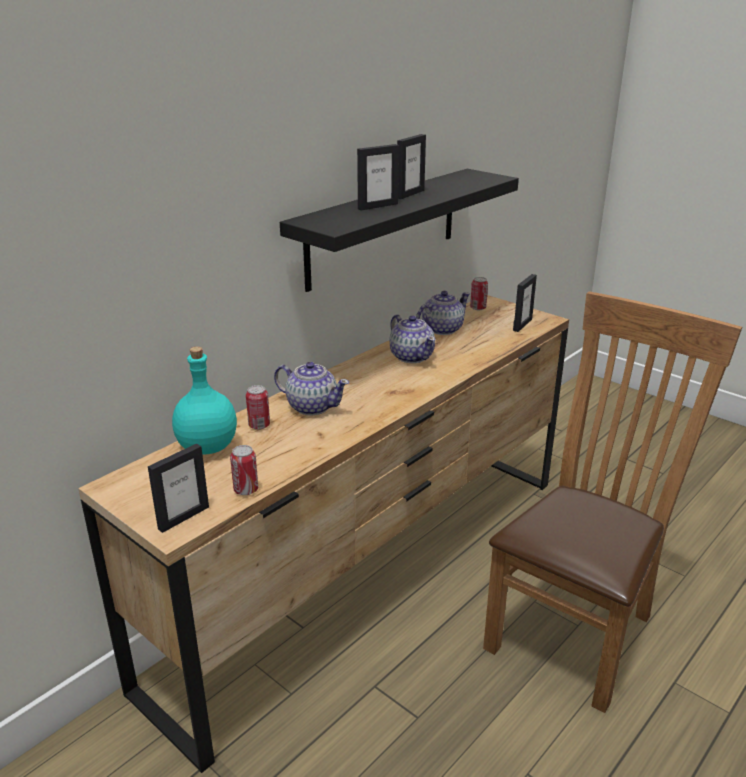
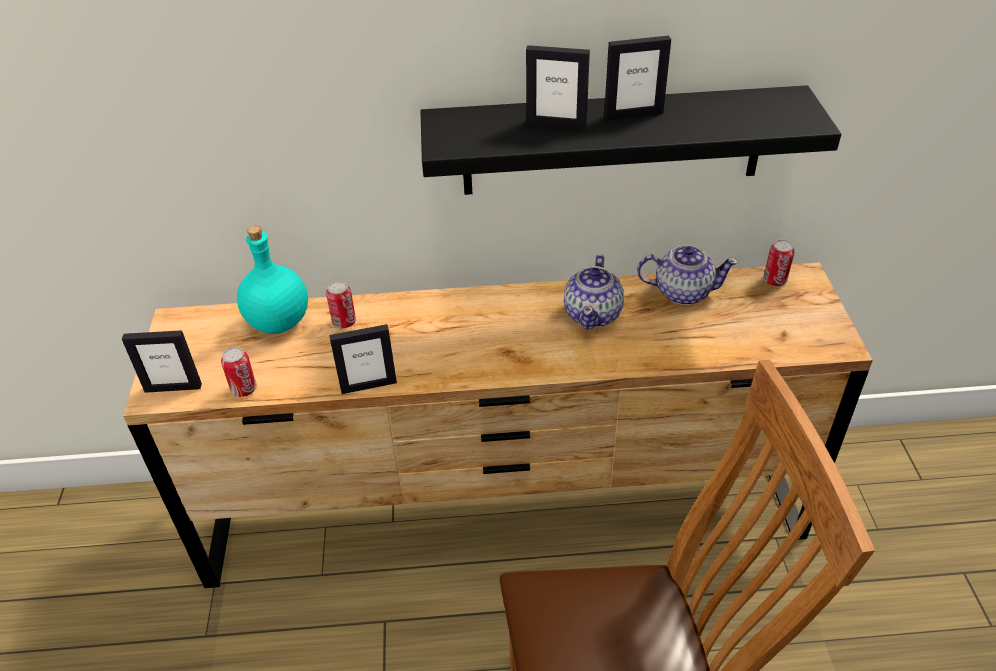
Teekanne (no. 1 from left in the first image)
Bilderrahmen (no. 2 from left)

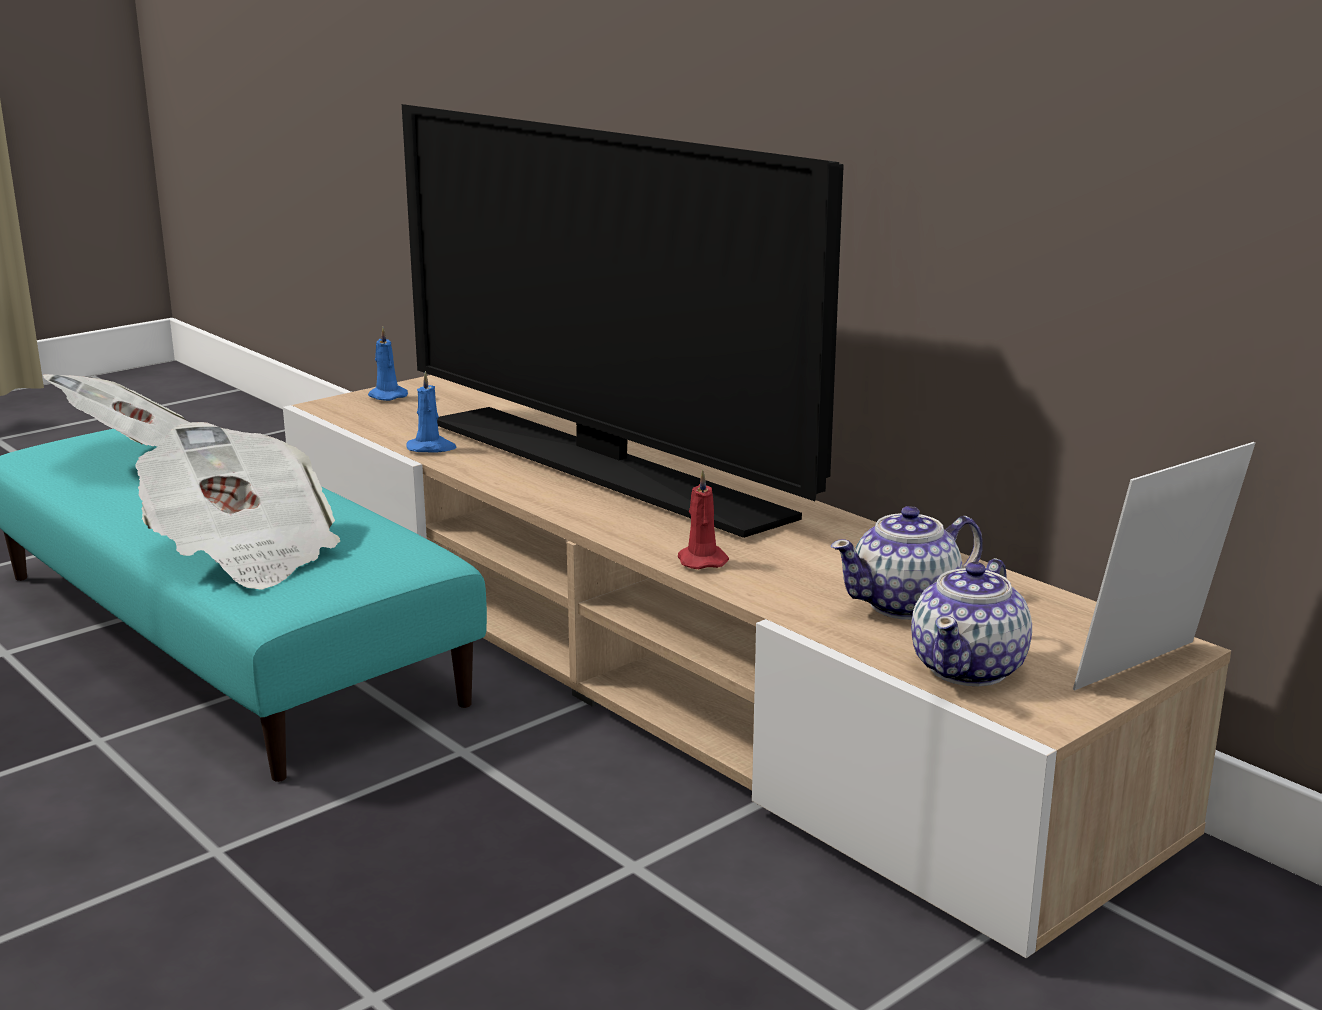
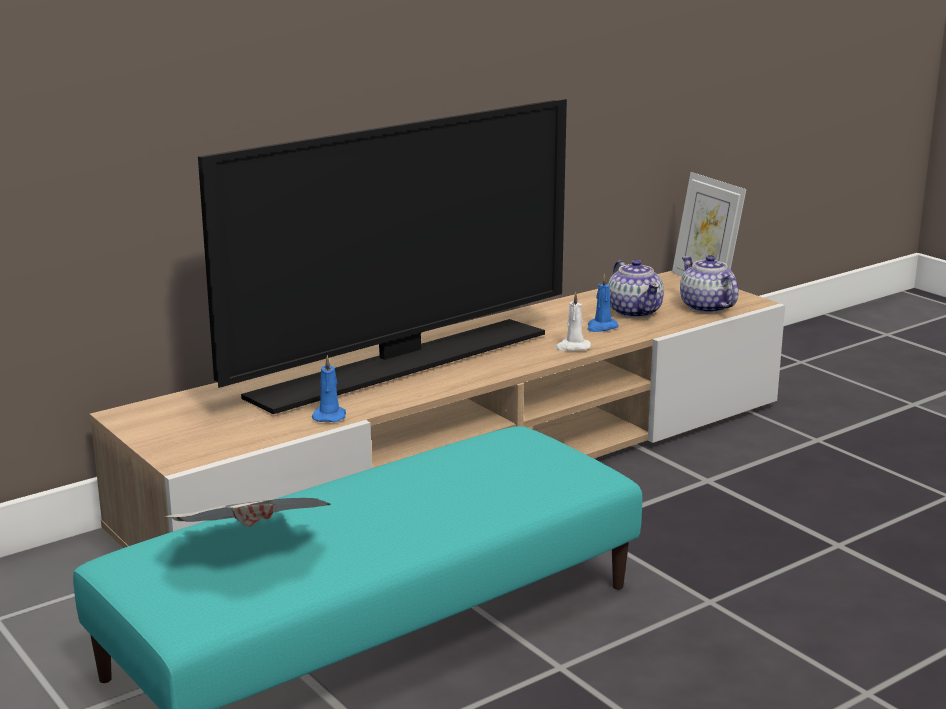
Zeitung (no. 2 from left in the first image)
Kerze (blau) (no. 2 from left)
Kerze (weiß)
Teekanne (no. 2 from left)

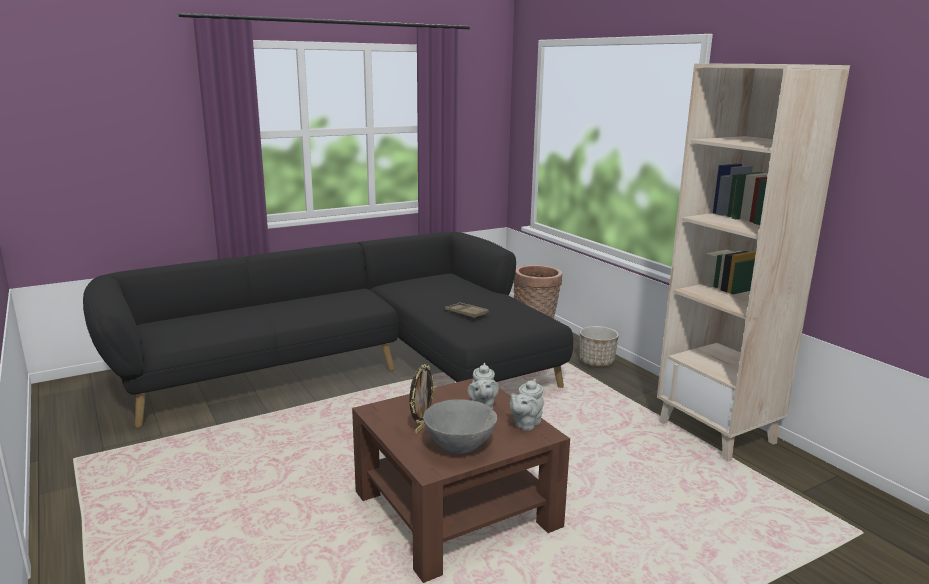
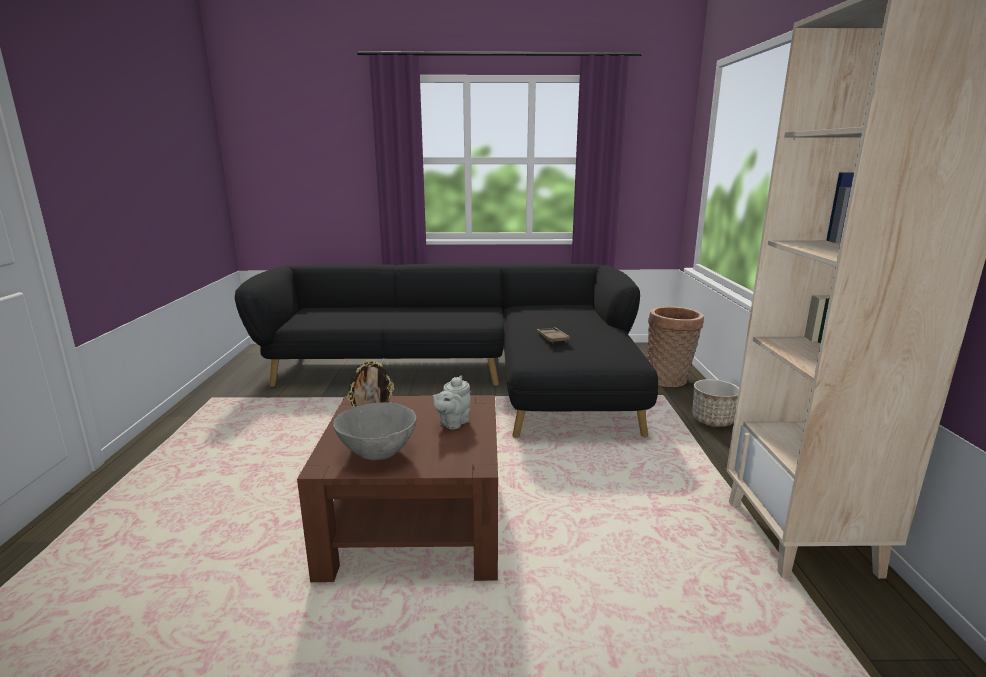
Teekanne (grau) (no. 2 from left in the first image)

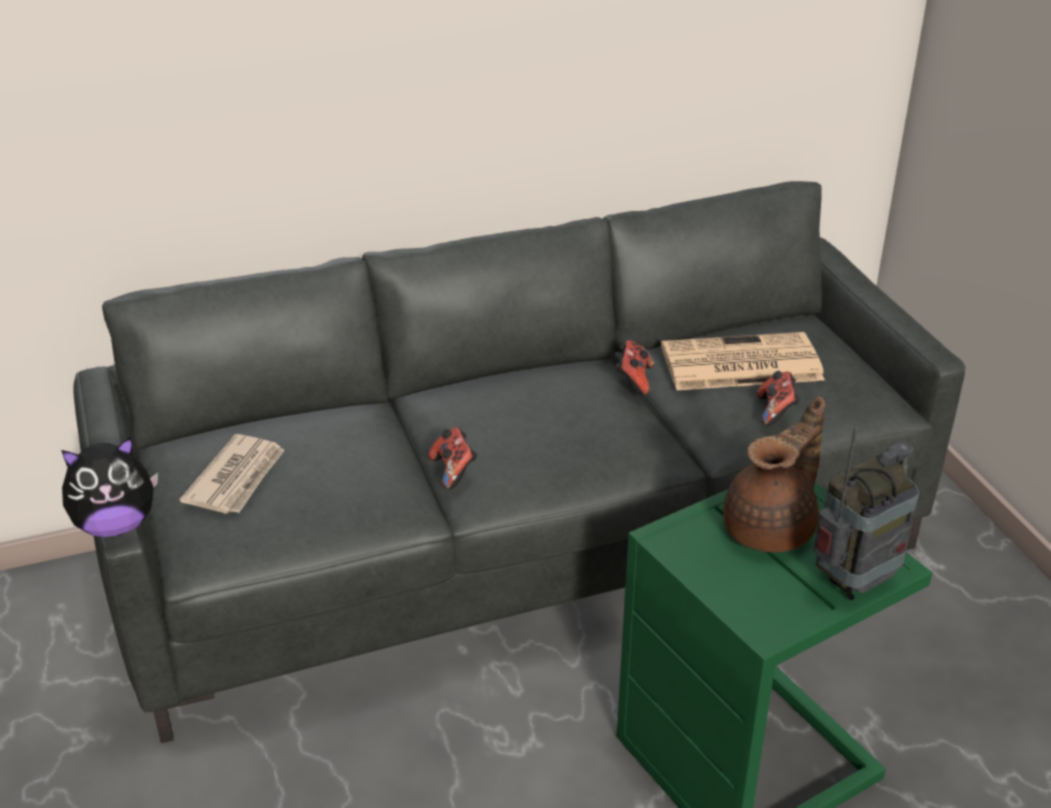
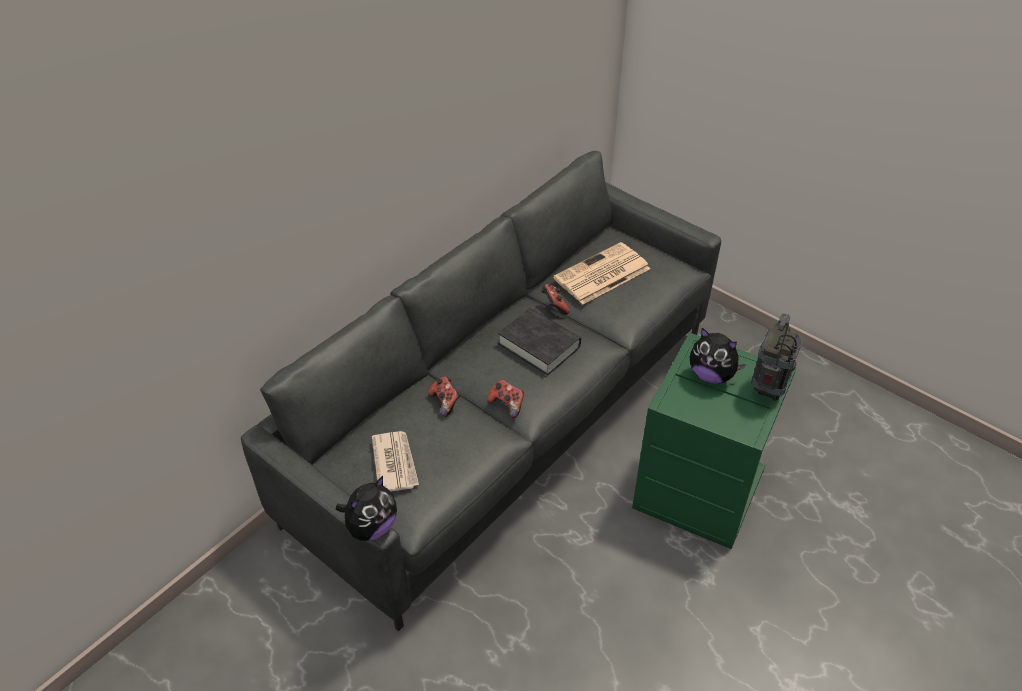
Buch (schwarz)
Gamepad (no. 1 from left)
Plüschtier (no. 2 from left)

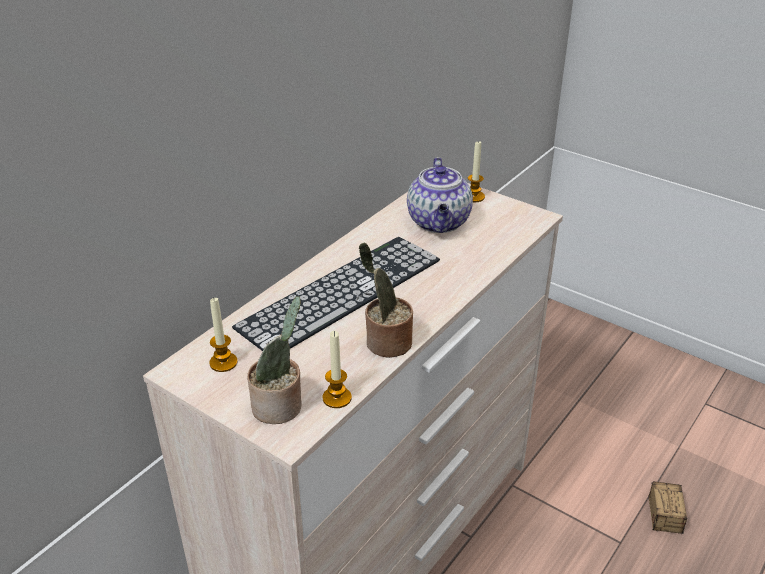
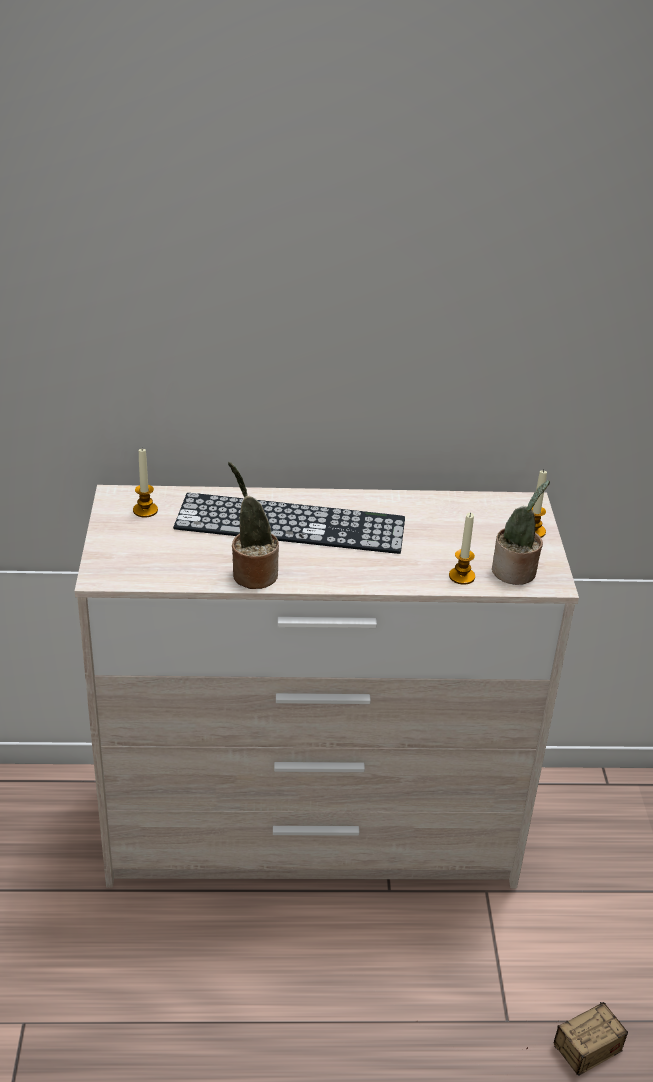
Teekanne
Topfpflanze (no. 2 from left)
Kerze (no. 2 from left)

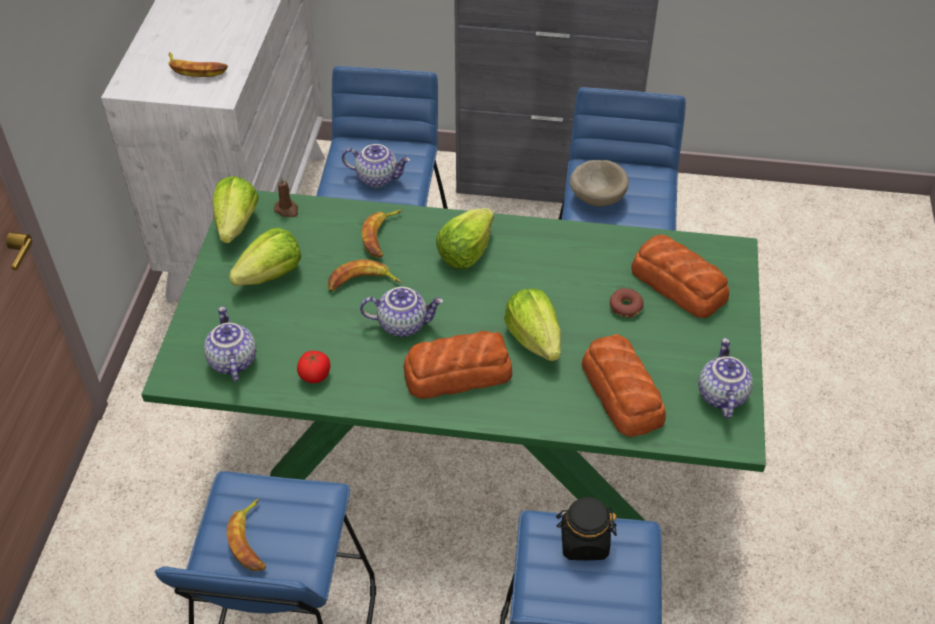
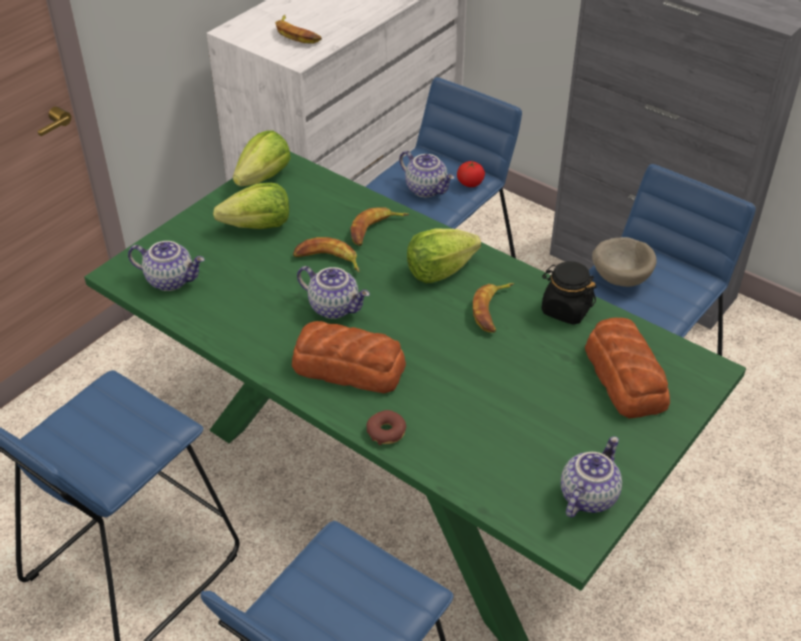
Kerze (braun)
Salatkopf (no. 4 from left in the first image)
Brot (no. 2 from left in the first image)
Banane (no. 4 from left)
Tomate
Vorratsglas (schwarz)
Donut
Teekanne (no. 1 from left)

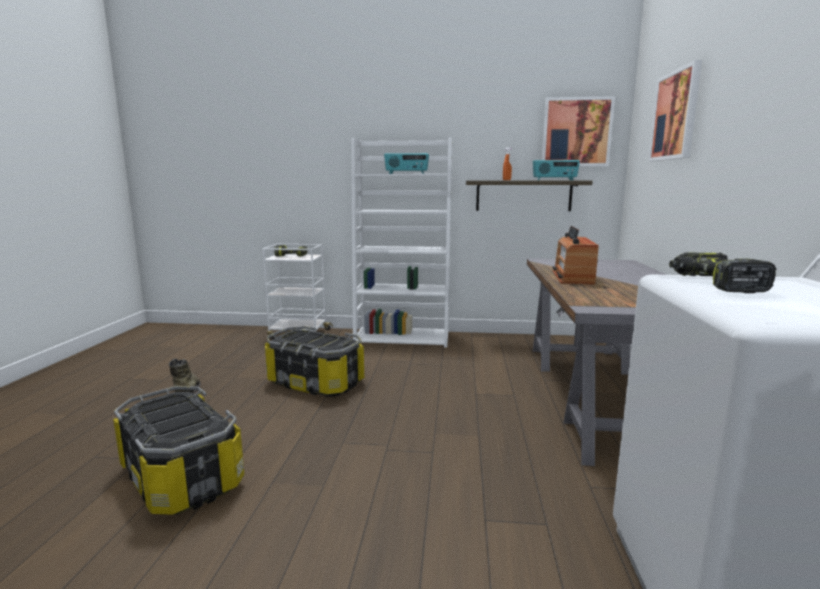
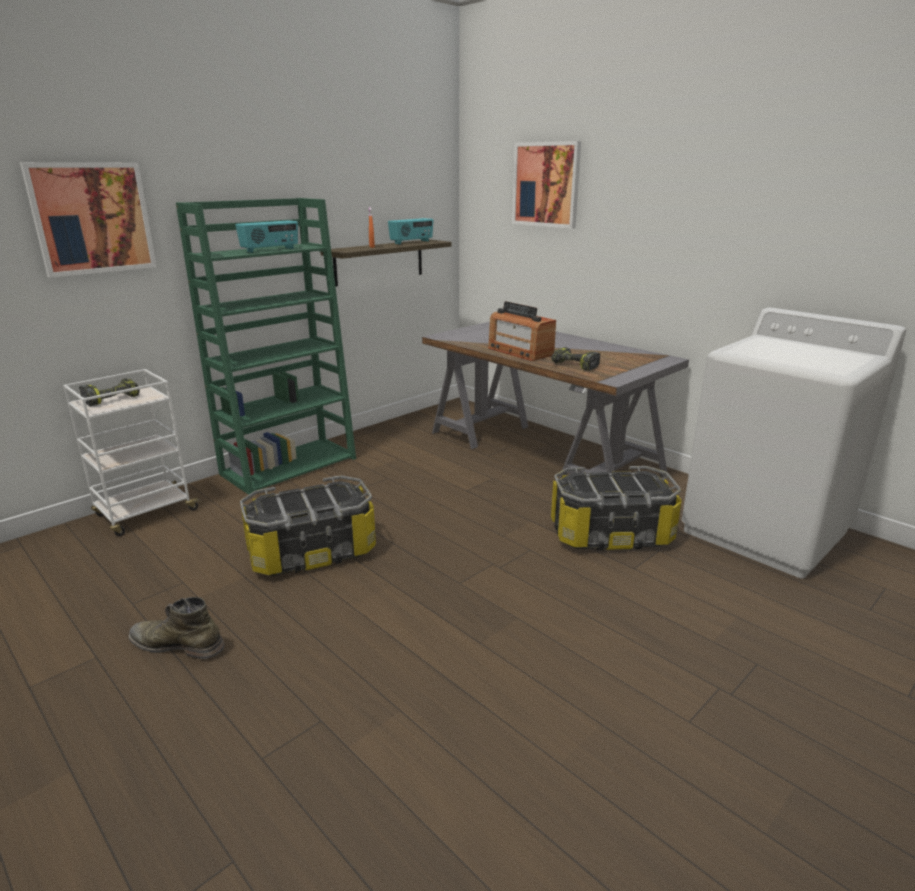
Aufbewahrungsbox (no. 2 from left)
Bild (no. 1 from left)
Bohrmaschine (no. 2 from left)
Bücherregal (grün)

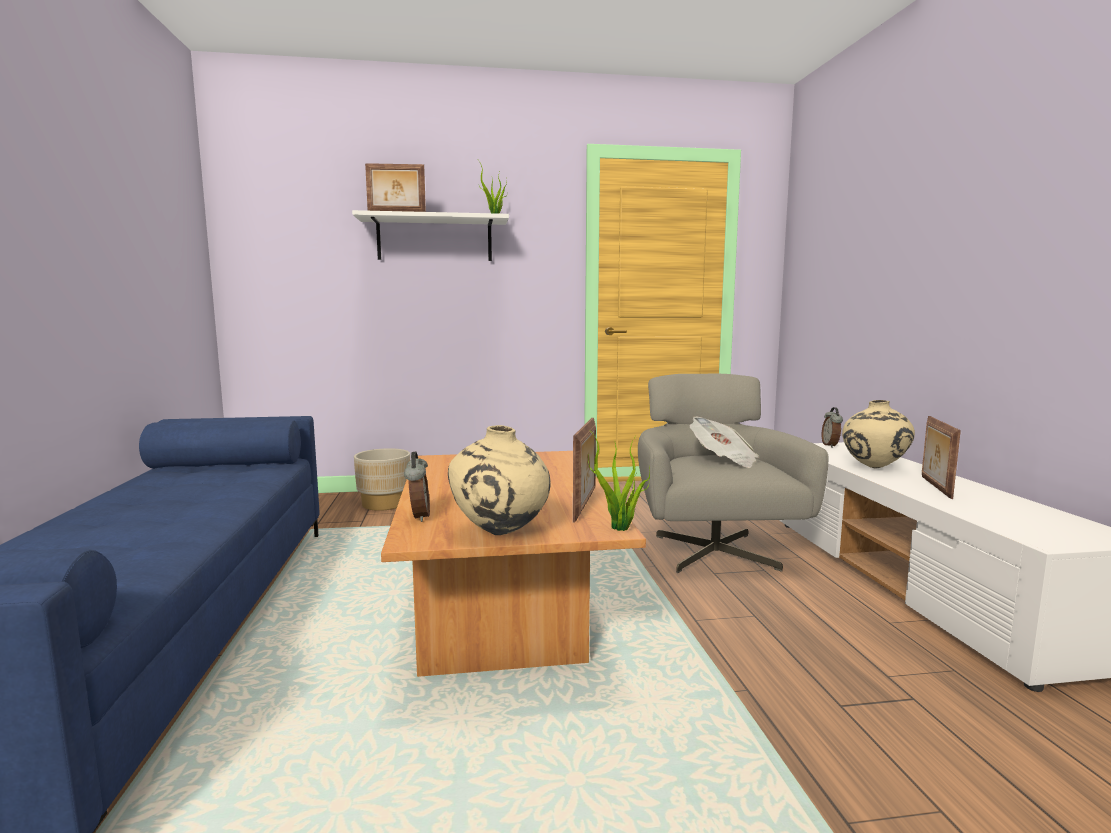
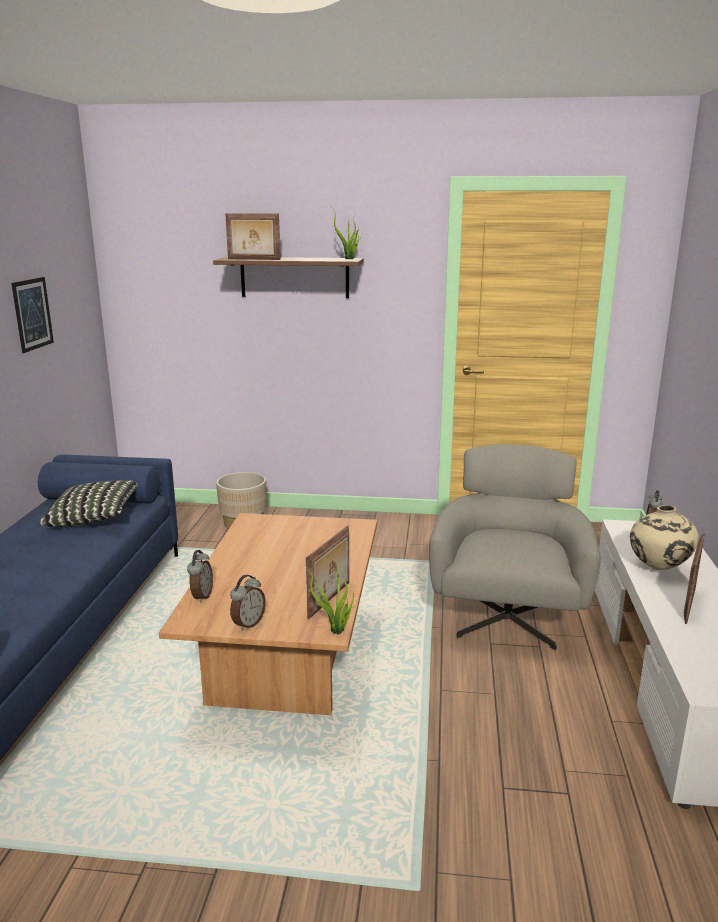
Zeitung
Bild
Kissen
Wecker (no. 2 from left)
Wandregal (braun)

